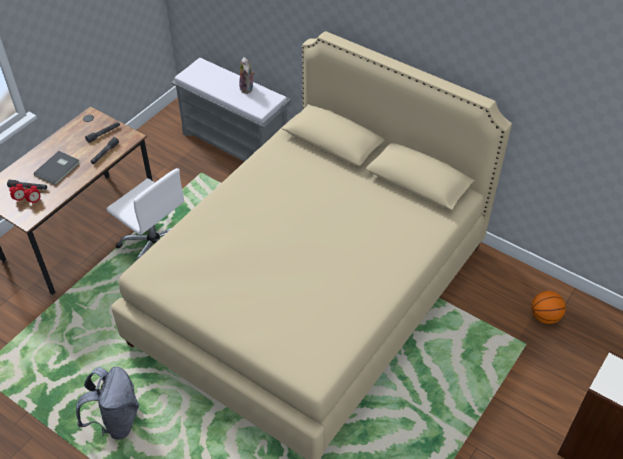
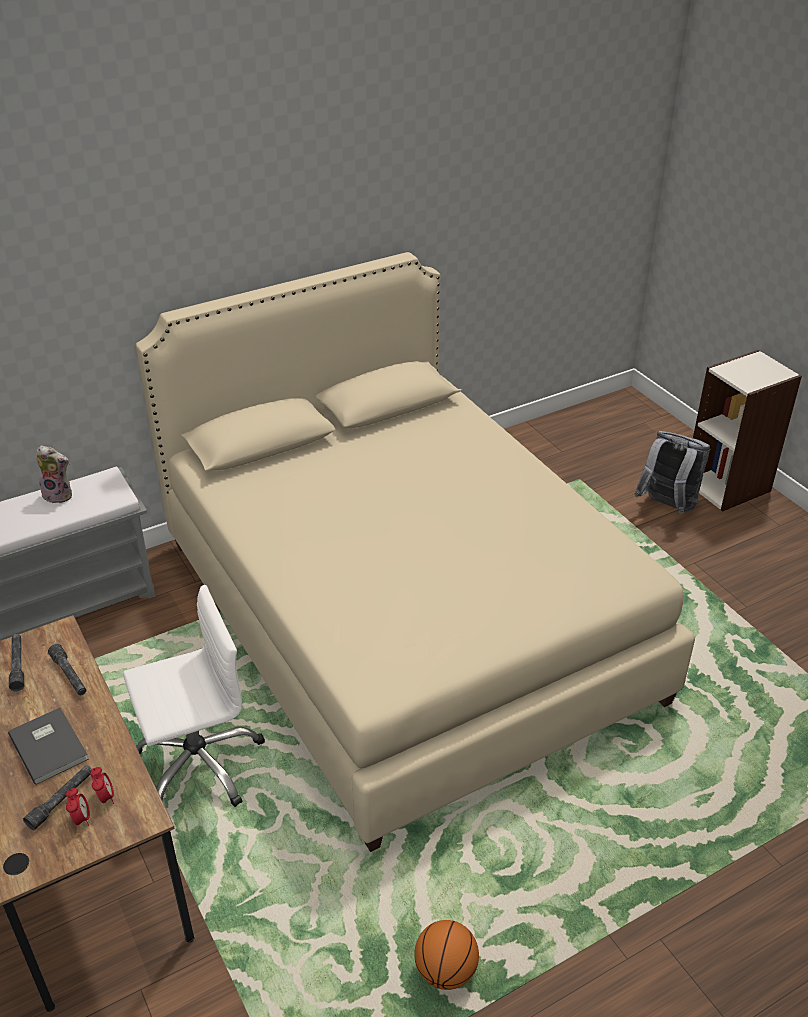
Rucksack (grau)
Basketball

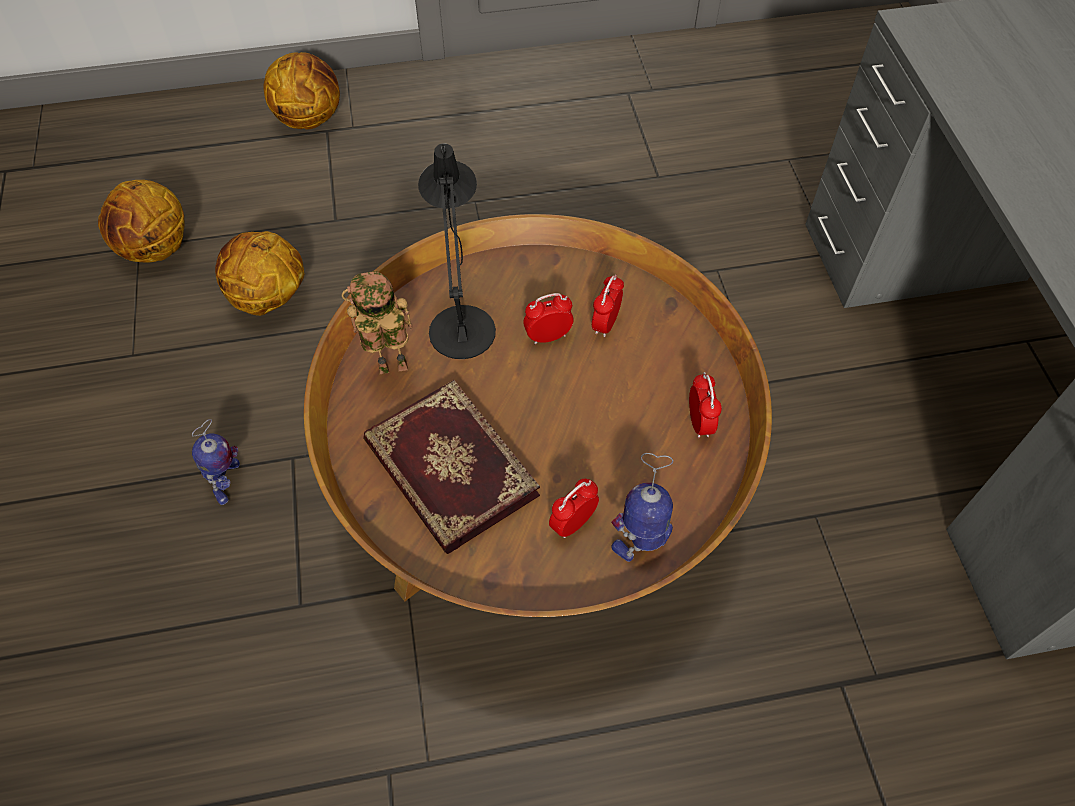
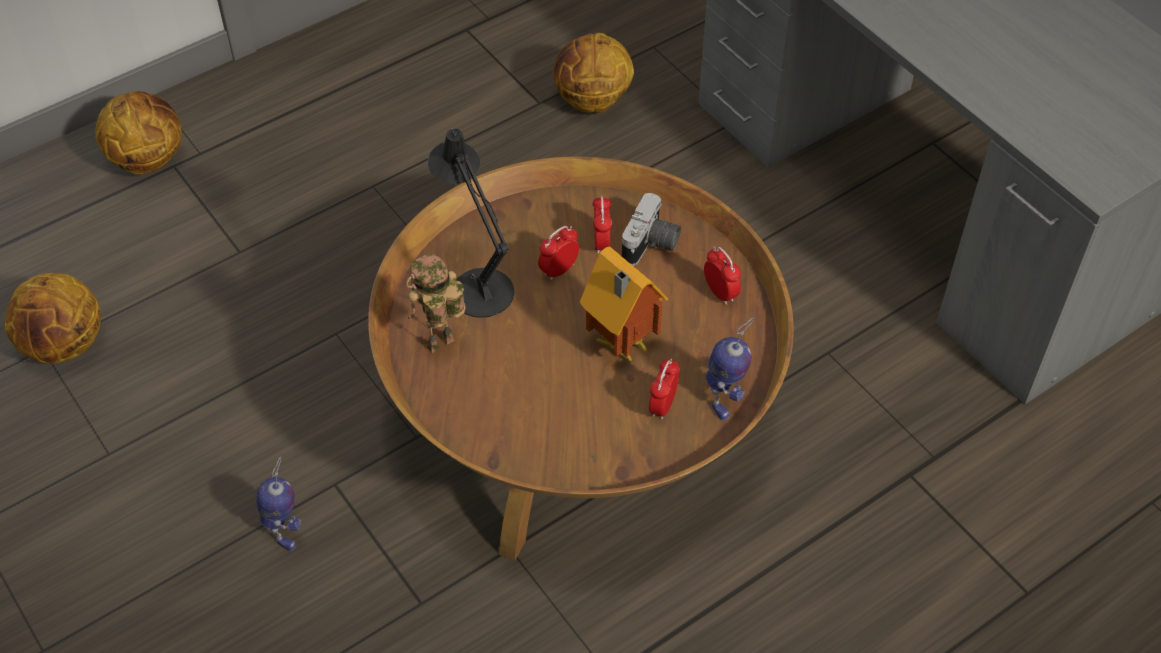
Buch
Spielzeughaus
Kamera
Basketball (no. 3 from left)
Spielzeugroboter (no. 3 from left)

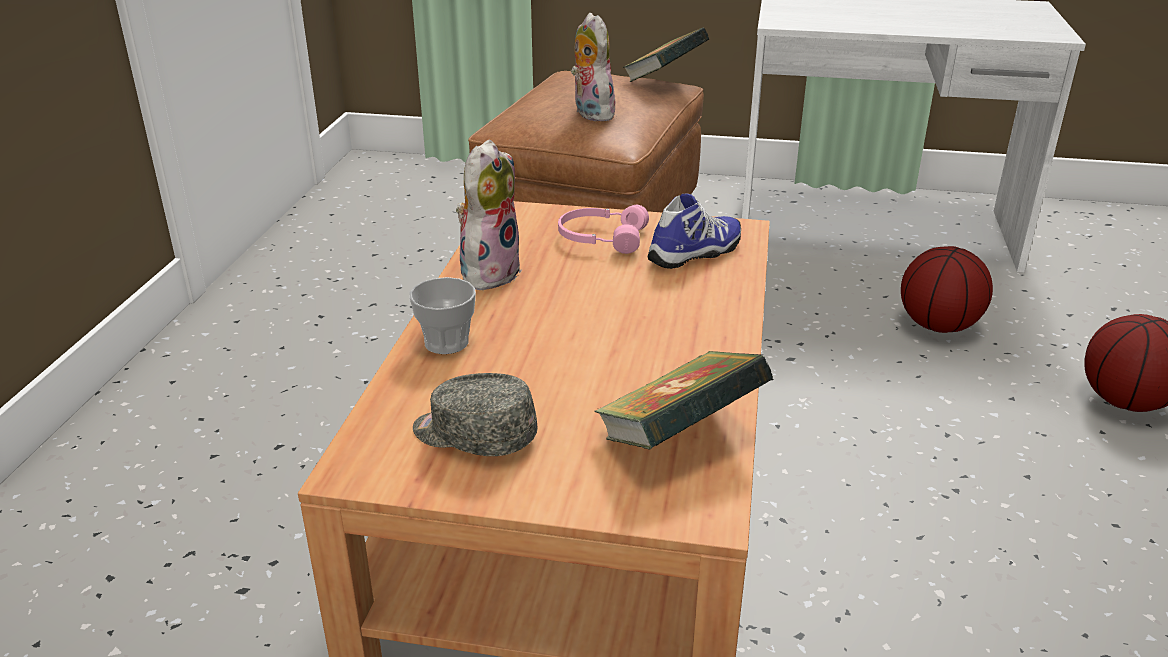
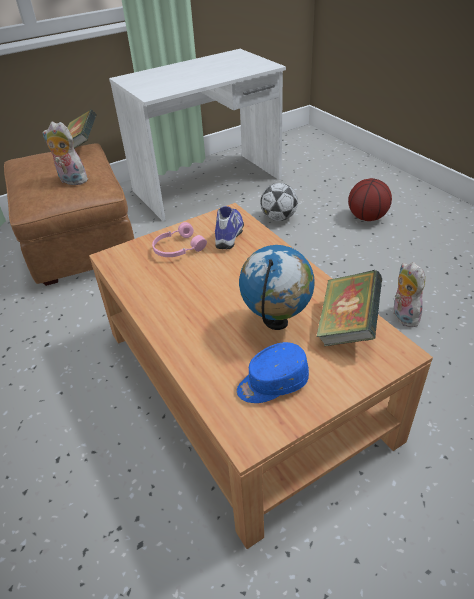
Tasse
Globus
Plüschtier (no. 2 from left)
Fußball
Kappe (blau)

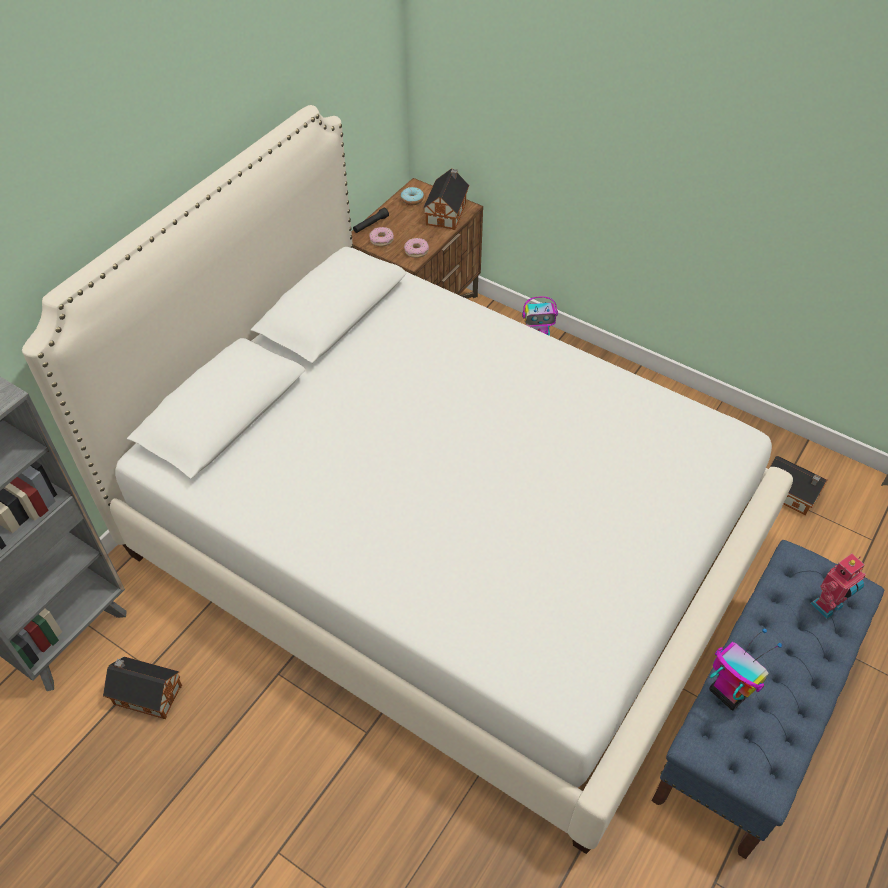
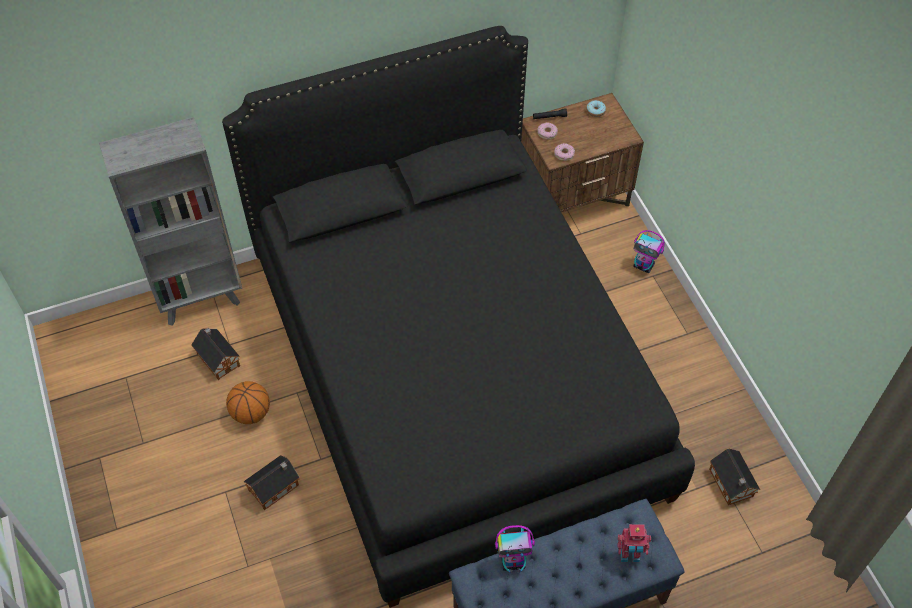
Basketball
Spielzeughaus (no. 2 from left)
Bett (schwarz)
Spielzeugroboter (no. 1 from left)

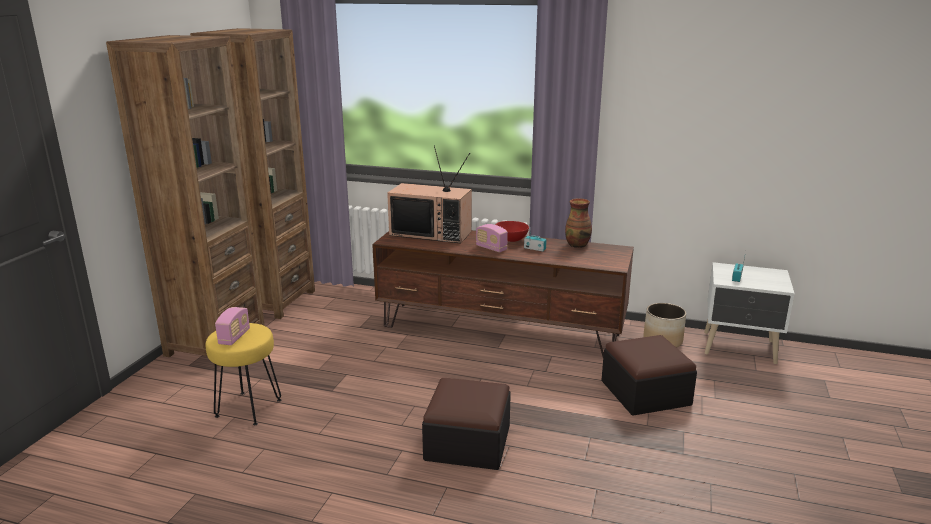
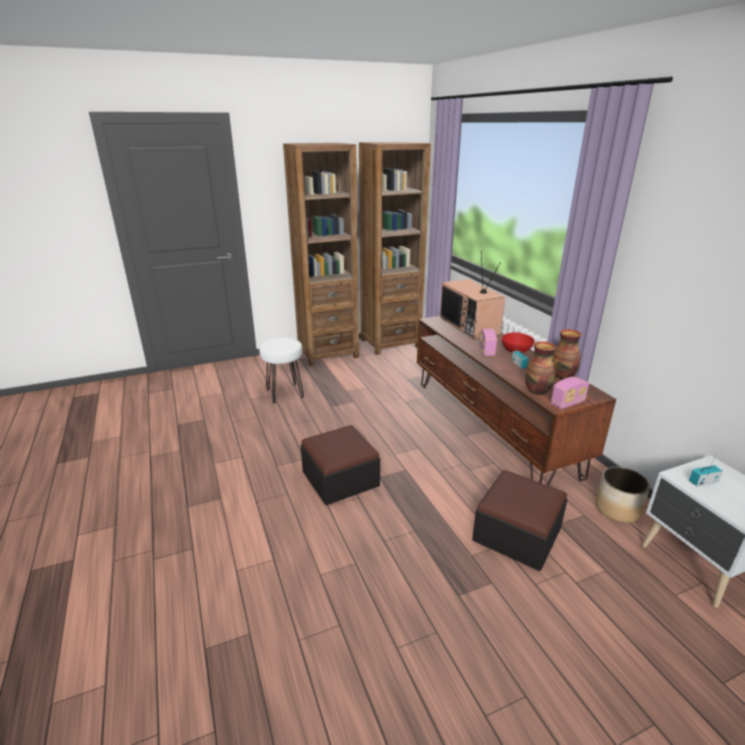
Vase (no. 1 from left)
Radio (no. 3 from left)
Hocker (weiß)

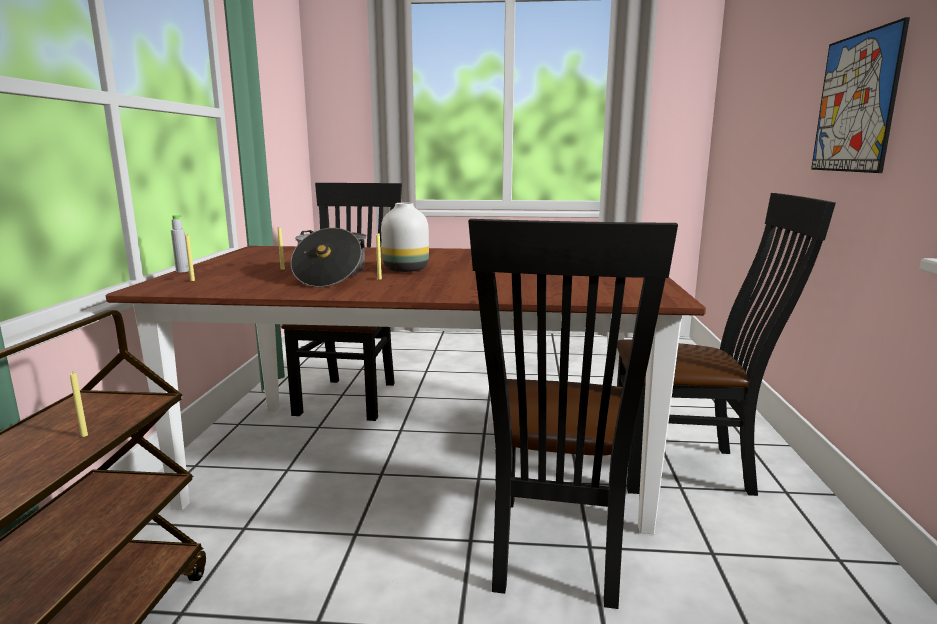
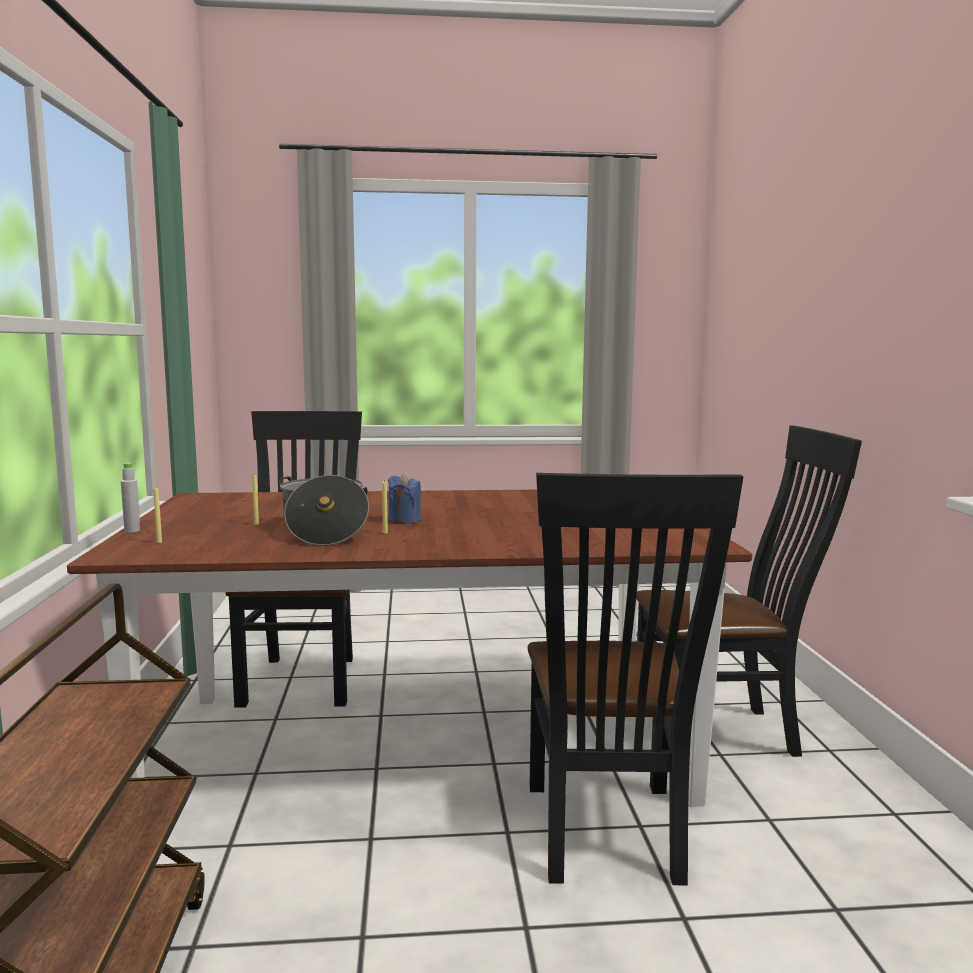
Kerze (gelb) (no. 1 from left in the first image)
Bild
Kerze (blau)

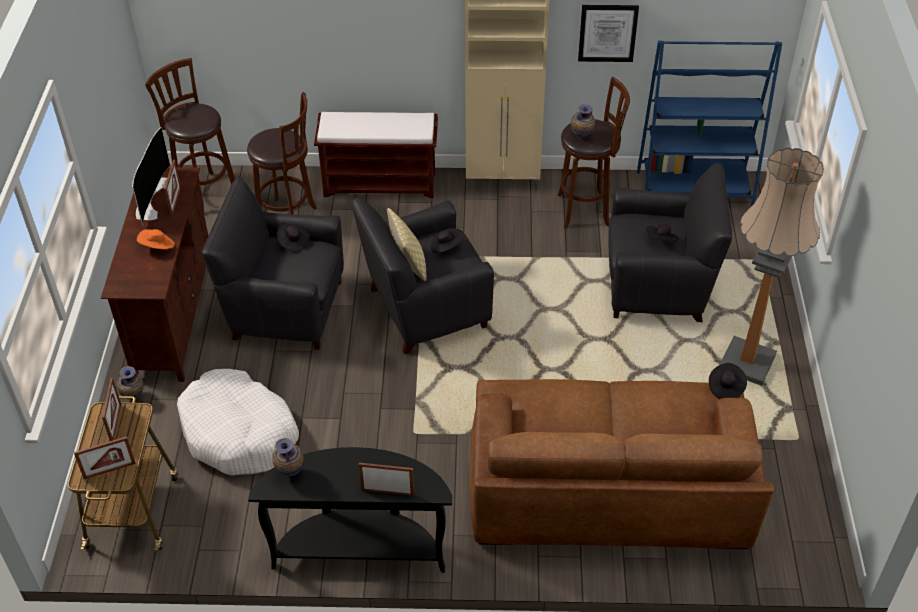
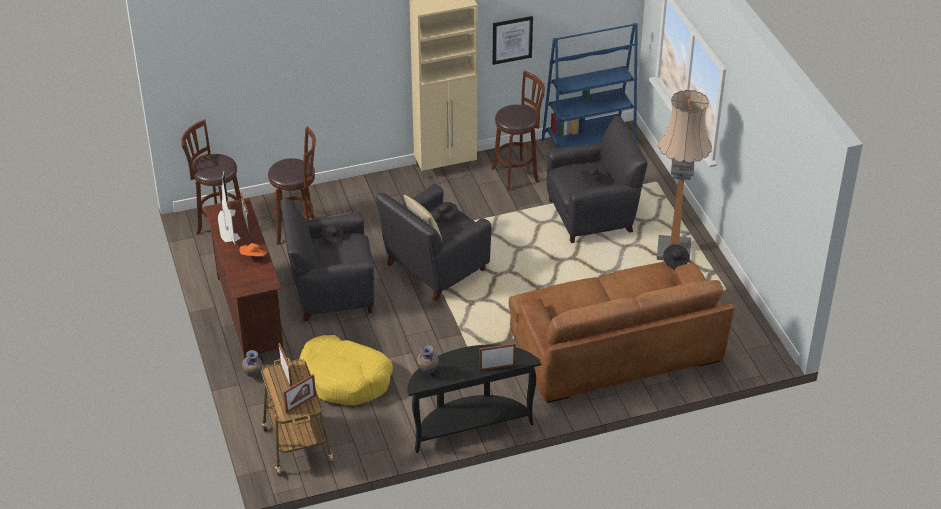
Bank (braun)
Vase (no. 3 from left in the first image)
Hundebett (gelb)

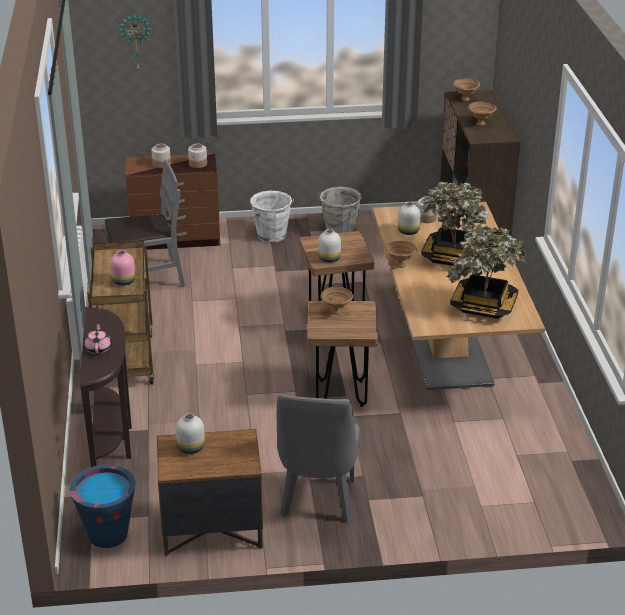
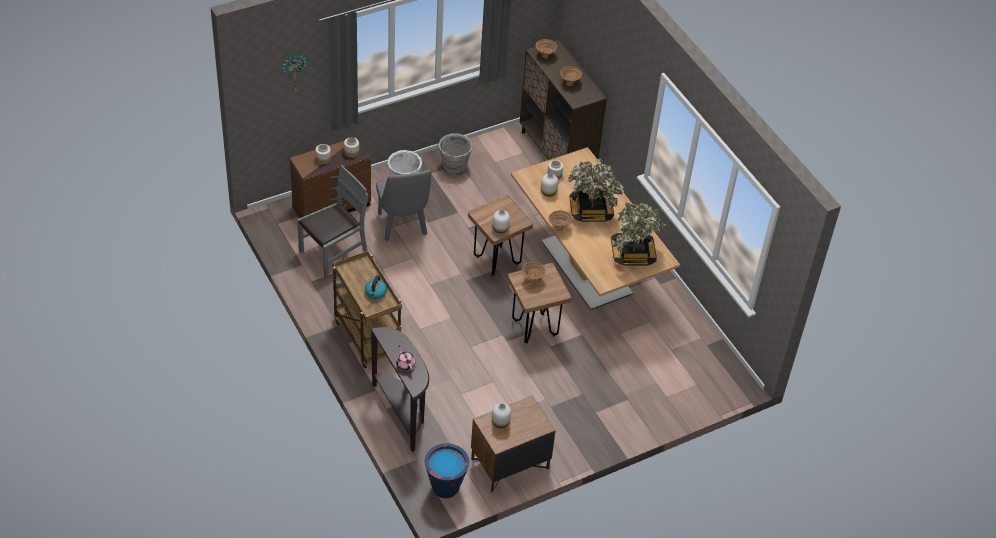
Stuhl (grau) (no. 2 from left)
Wasserkessel

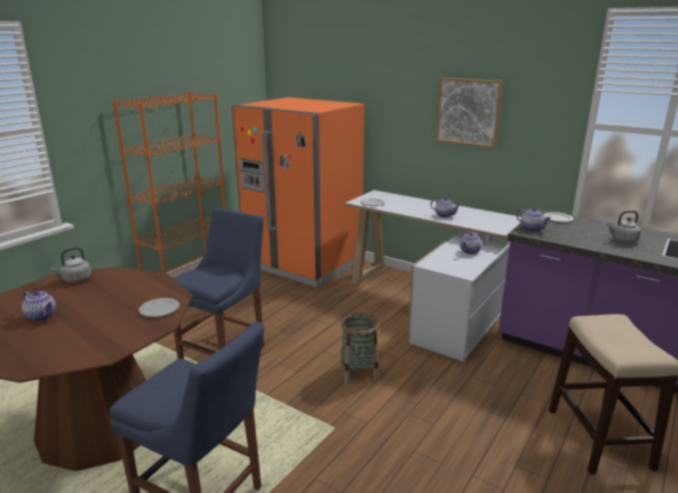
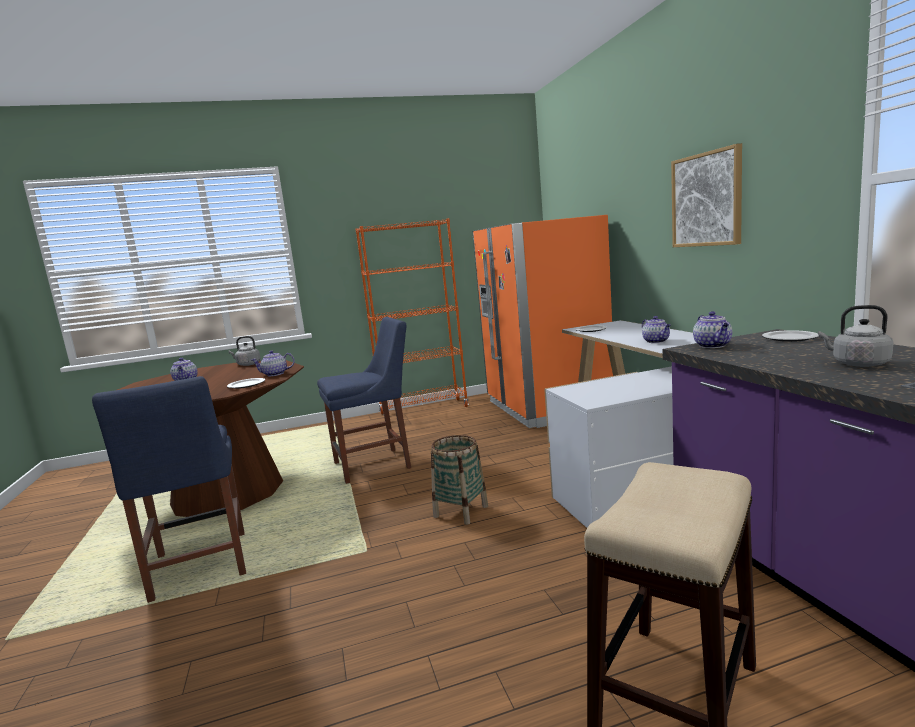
Teekanne (no. 2 from left)

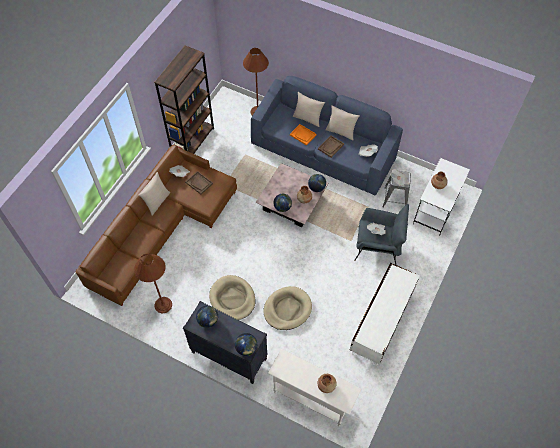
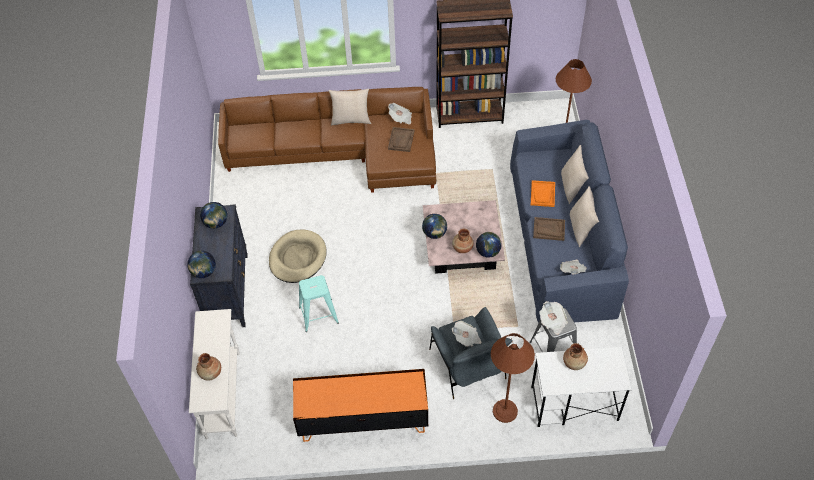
Stehlampe (braun) (no. 1 from left)
Hocker (türkis)
Fernsehschrank (orange)

